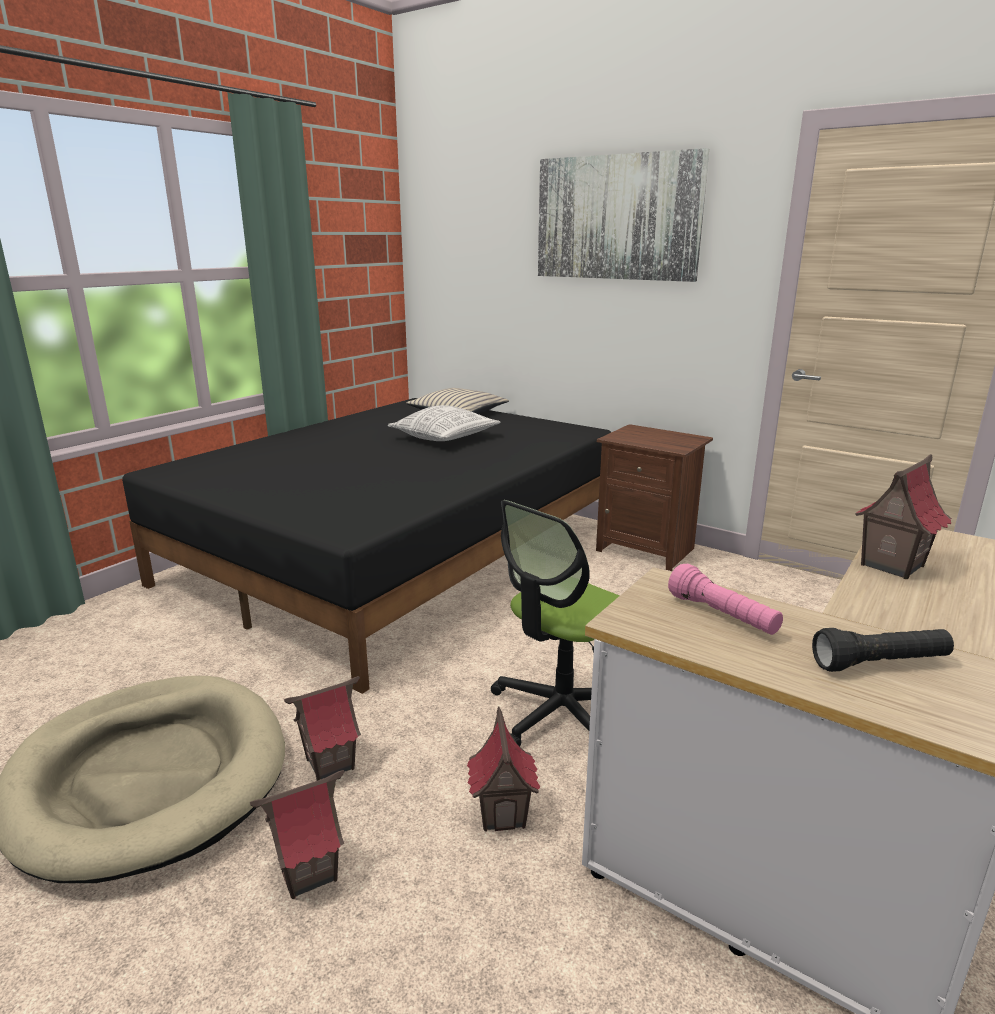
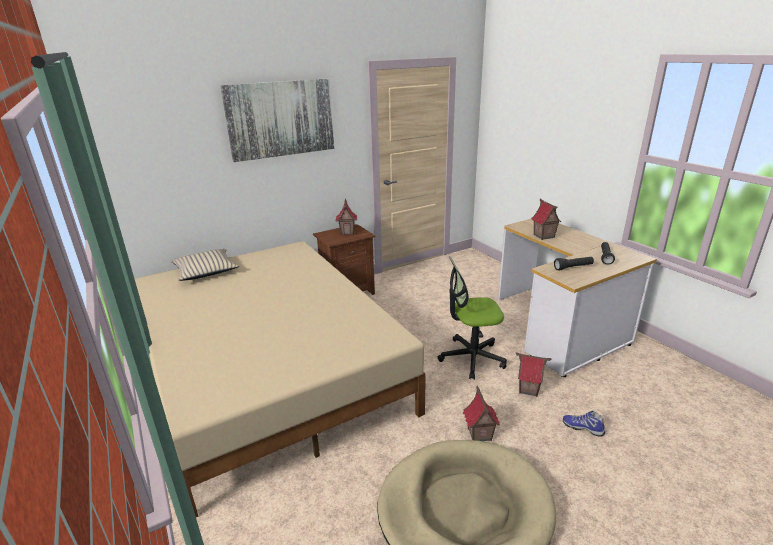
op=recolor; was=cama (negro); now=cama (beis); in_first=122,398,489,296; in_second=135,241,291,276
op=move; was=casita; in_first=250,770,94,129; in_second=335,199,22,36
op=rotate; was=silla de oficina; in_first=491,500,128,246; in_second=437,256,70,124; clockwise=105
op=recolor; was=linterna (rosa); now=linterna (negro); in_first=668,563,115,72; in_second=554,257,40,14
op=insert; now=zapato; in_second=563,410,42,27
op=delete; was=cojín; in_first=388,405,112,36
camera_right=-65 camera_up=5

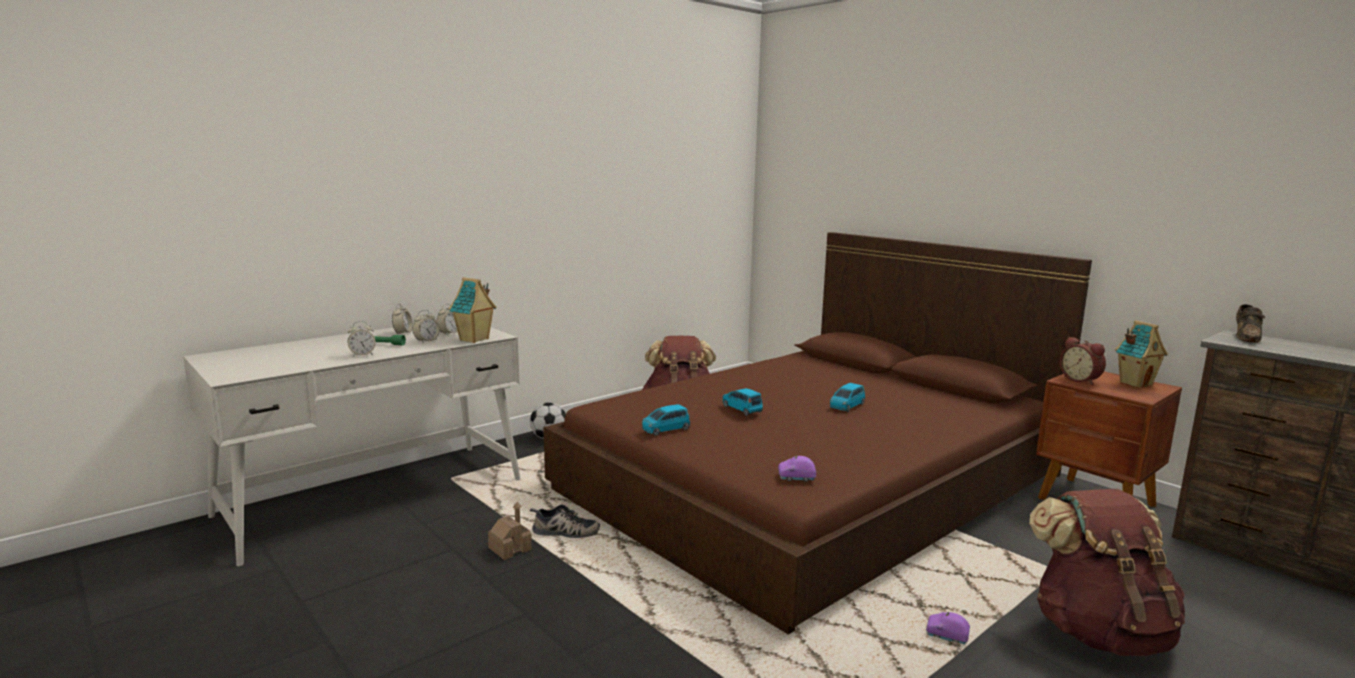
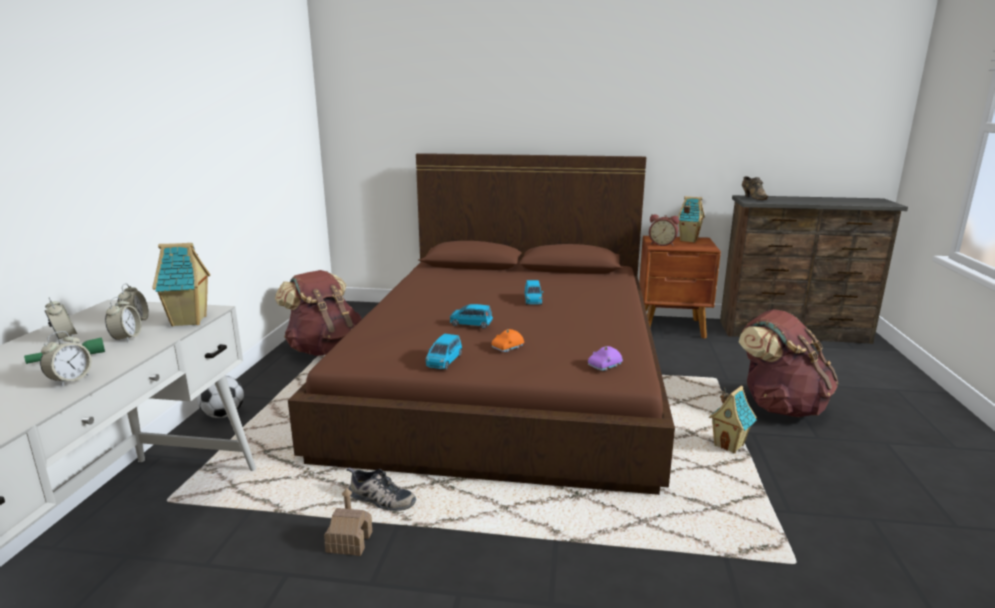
op=rotate; was=zapato; in_first=530,504,70,34; in_second=347,467,69,44; clockwise=60
op=insert; now=coche de juguete (naranja); in_second=492,329,32,23
op=replace; was=coche de juguete (morado); now=casita; in_first=926,612,44,32; in_second=709,386,48,67
camera_right=-40 camera_up=5

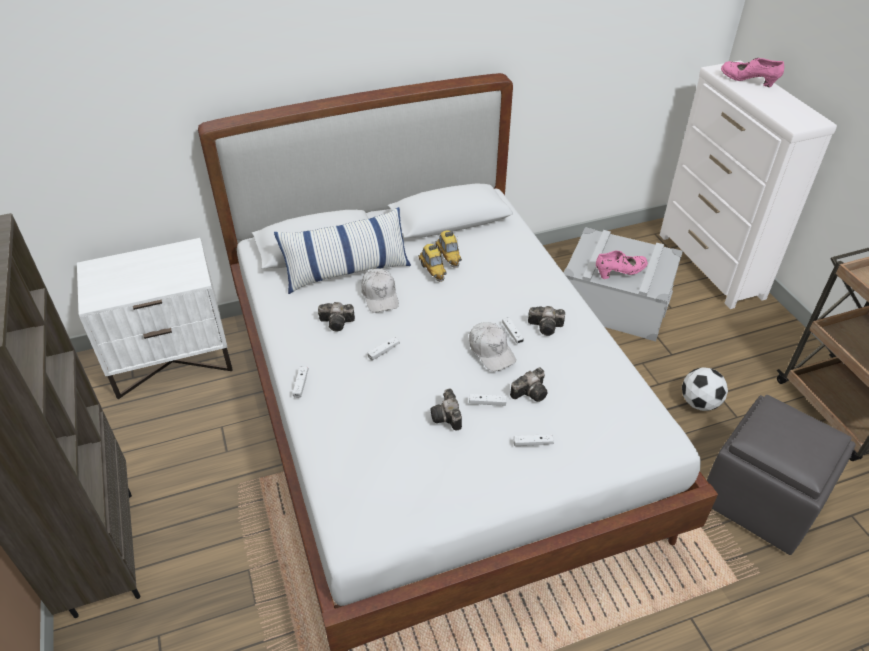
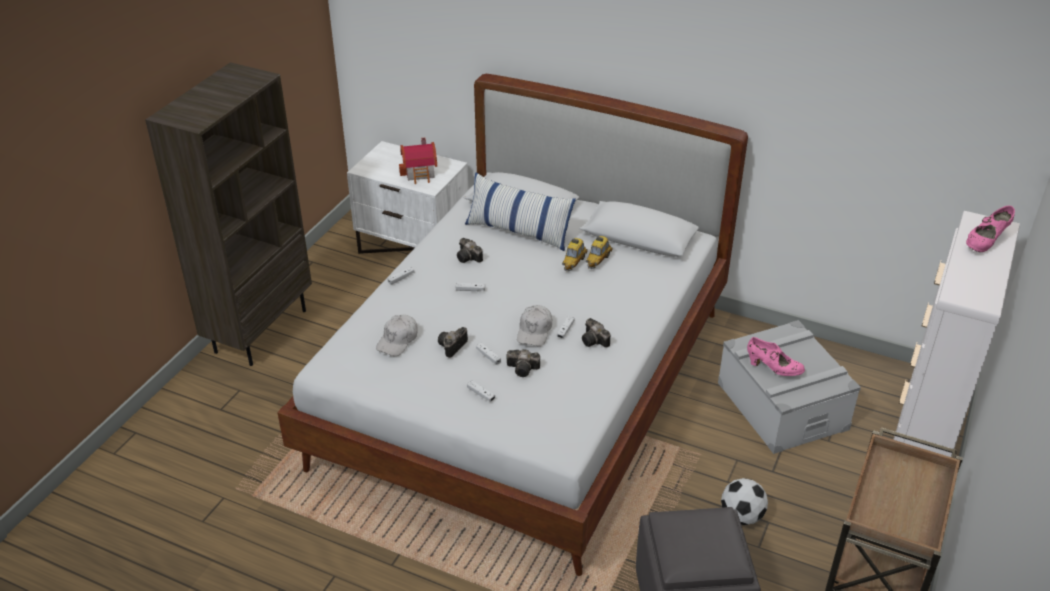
op=move; was=gorra (blanco); in_first=361,269,38,44; in_second=376,315,42,41
op=insert; now=casita; in_second=399,138,38,46
op=rotate; was=zapato (rosa); in_first=721,58,63,29; in_second=966,206,49,46; clockwise=-120
camera_right=45 camera_up=-5

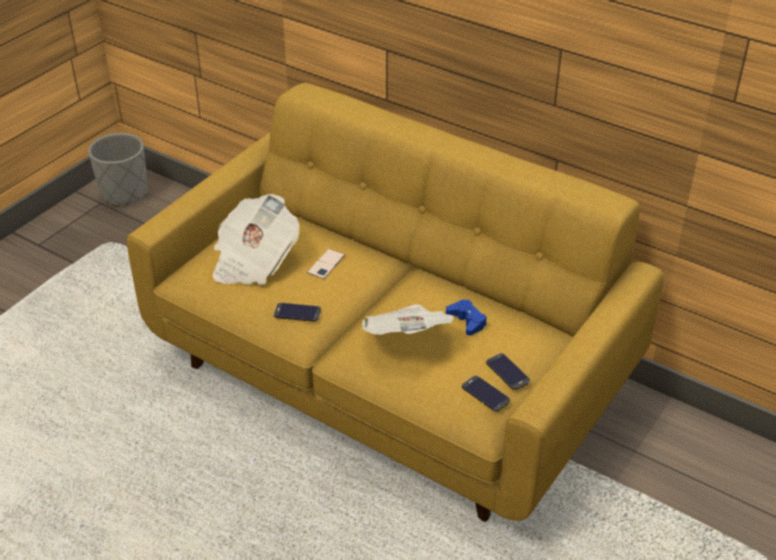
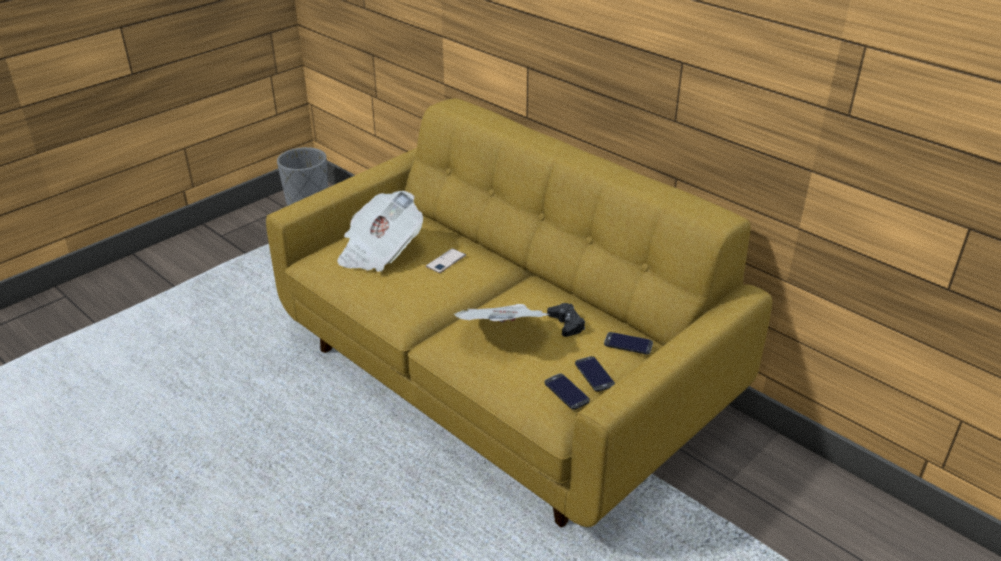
op=recolor; was=mando de consola (azul); now=mando de consola (negro); in_first=446,300,41,36; in_second=547,303,38,34
op=move; was=móvil; in_first=274,303,47,19; in_second=604,332,49,23
camera_right=10 camera_up=-5

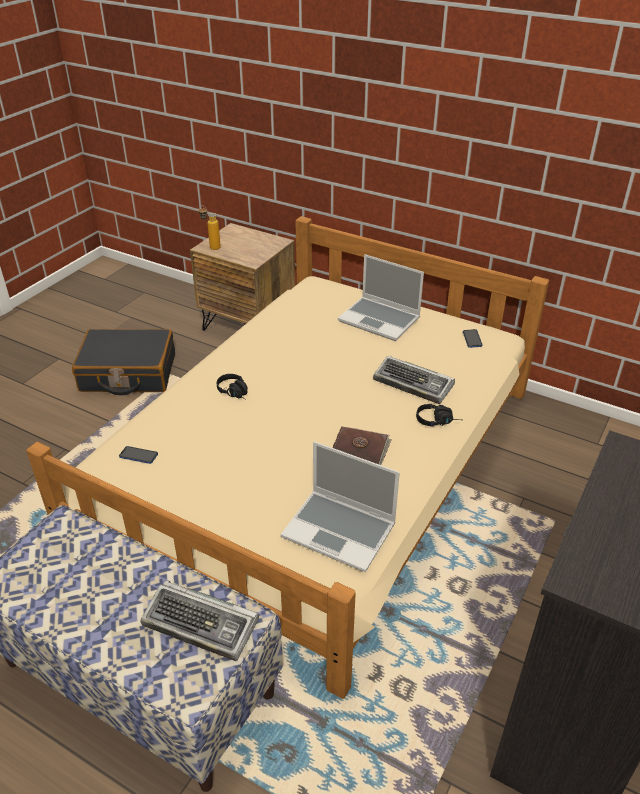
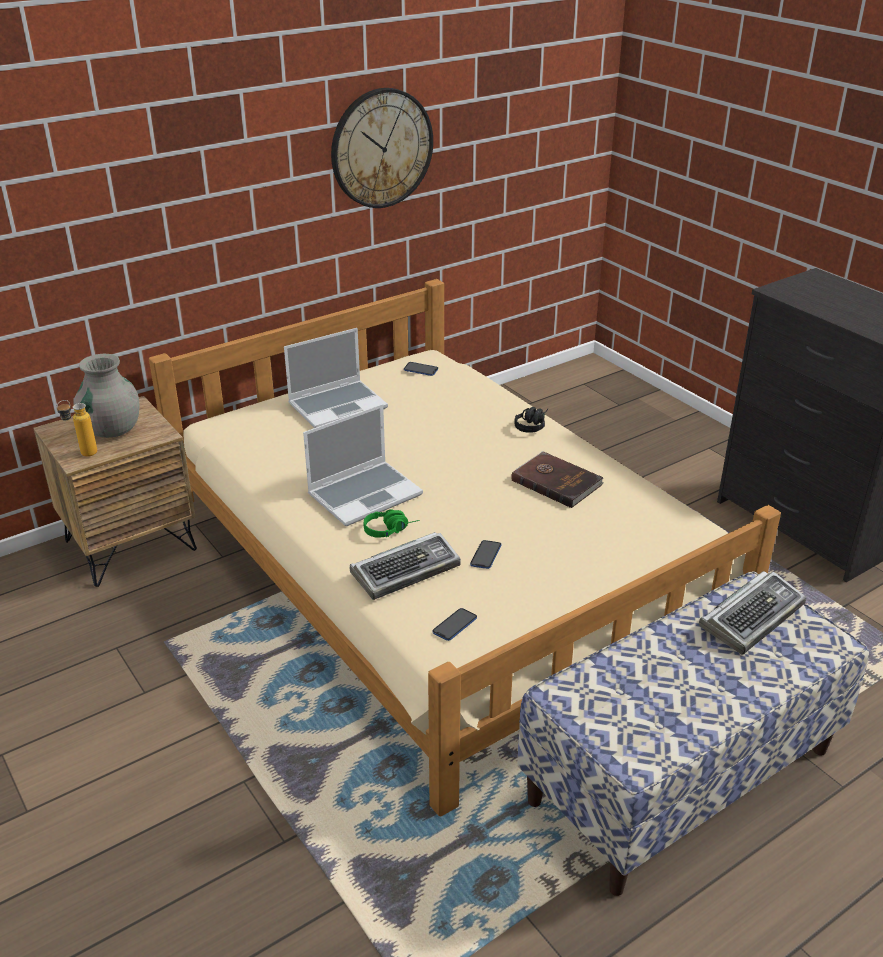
op=insert; now=florero (gris); in_second=73,354,66,84
op=move; was=portátil; in_first=281,441,119,131; in_second=303,404,120,122
op=insert; now=reloj de pared; in_second=331,88,102,120
op=move; was=teclado; in_first=373,356,82,48; in_second=350,532,111,68
op=recolor; was=auriculares (negro); now=auriculares (verde); in_first=217,374,31,26; in_second=363,509,57,29
op=insert; now=móvil; in_second=470,540,31,29
op=delete; was=maleta (negro); in_first=72,329,103,66
camera_right=-65 camera_up=-5

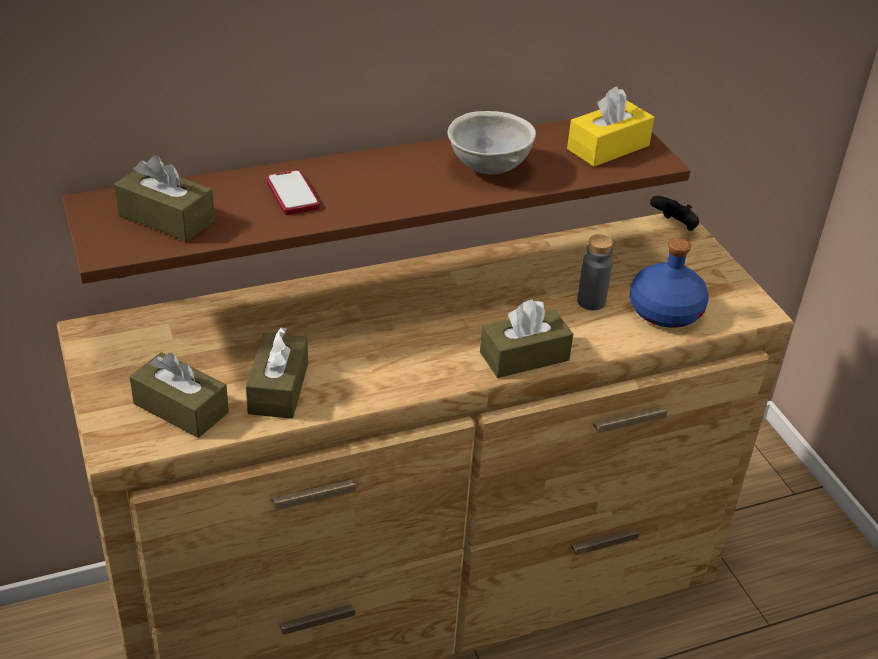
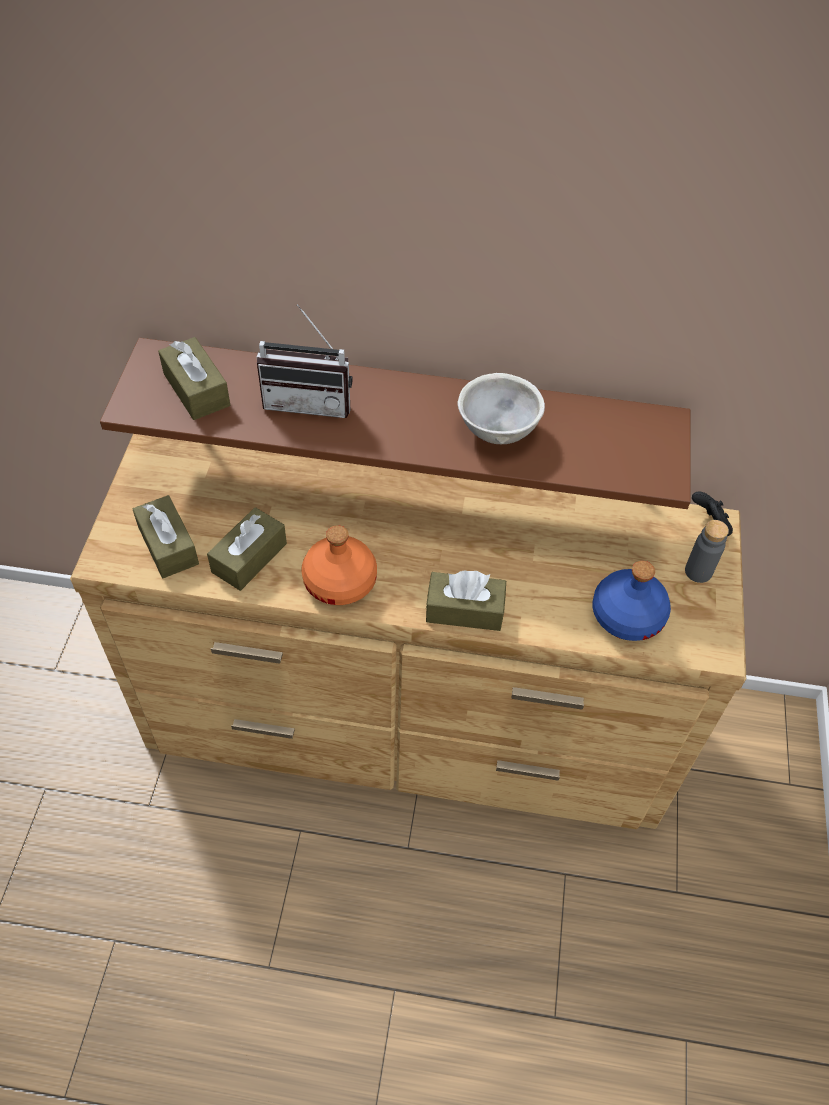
op=replace; was=móvil; now=radio; in_first=266,170,54,45; in_second=257,304,95,114
op=insert; now=botella (naranja); in_second=301,525,76,80
op=move; was=botella (gris); in_first=577,234,36,76; in_second=685,520,44,63
op=delete; was=caja de pañuelos (amarillo); in_first=567,87,87,80
camera_right=30 camera_up=15

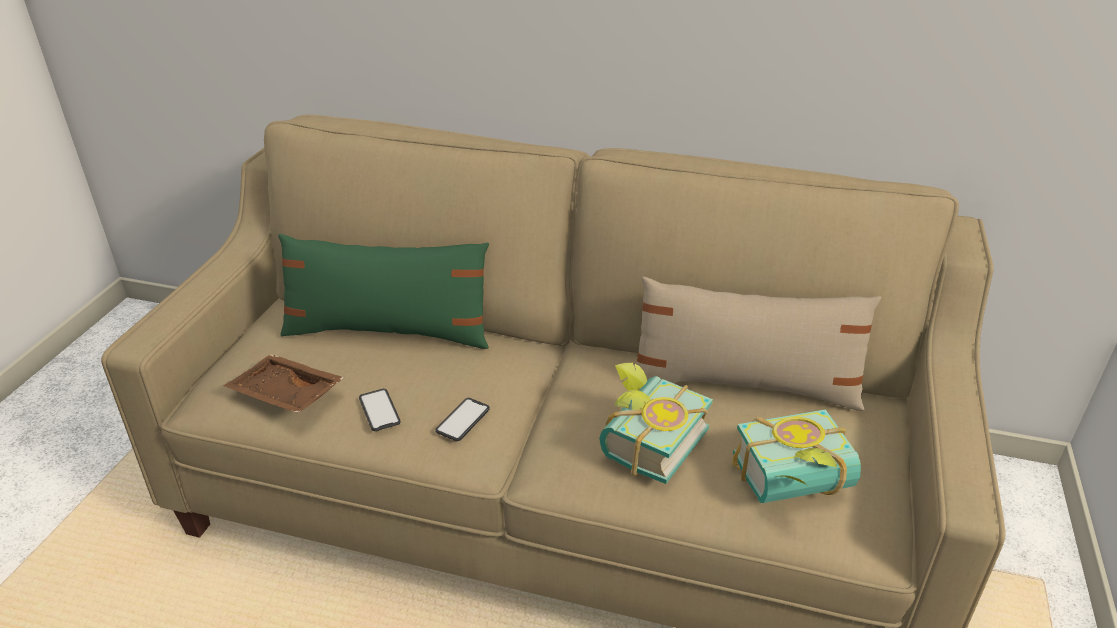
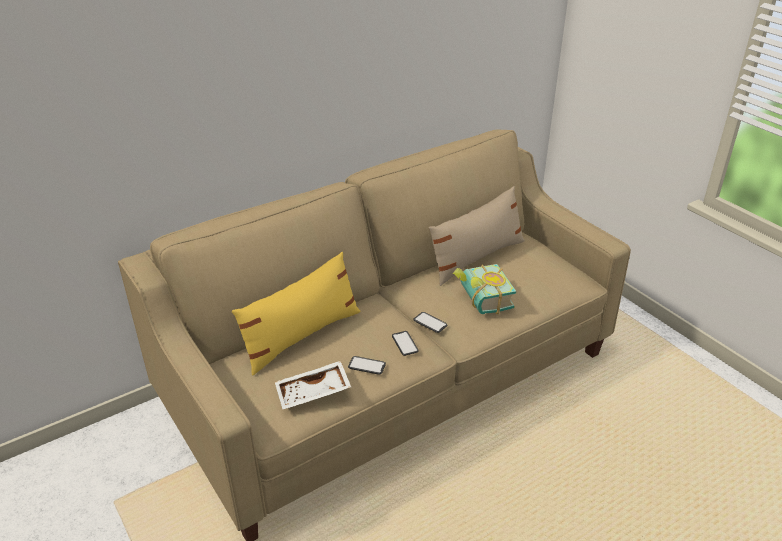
op=recolor; was=cojín (verde); now=cojín (amarillo); in_first=278,234,211,115; in_second=232,252,129,124
op=recolor; was=bandeja (marrón); now=bandeja (blanco); in_first=223,354,122,59; in_second=275,361,76,48
op=insert; now=móvil; in_second=413,312,35,21
op=delete; was=libro; in_first=732,409,129,94
camera_right=-50 camera_up=0

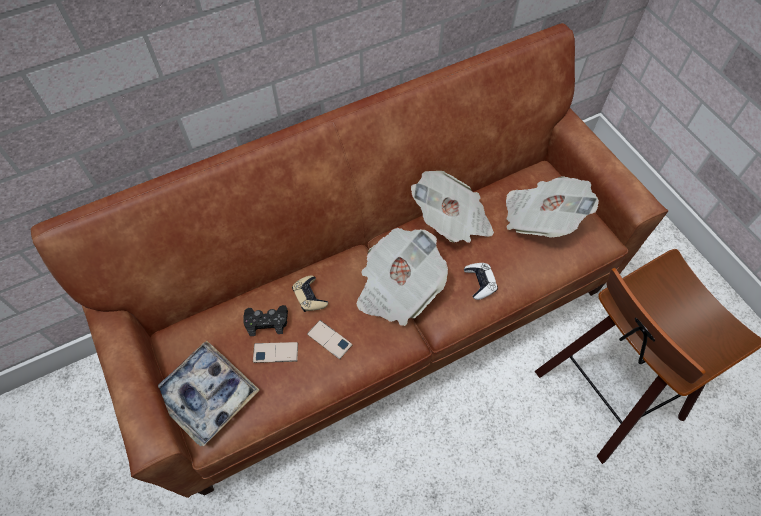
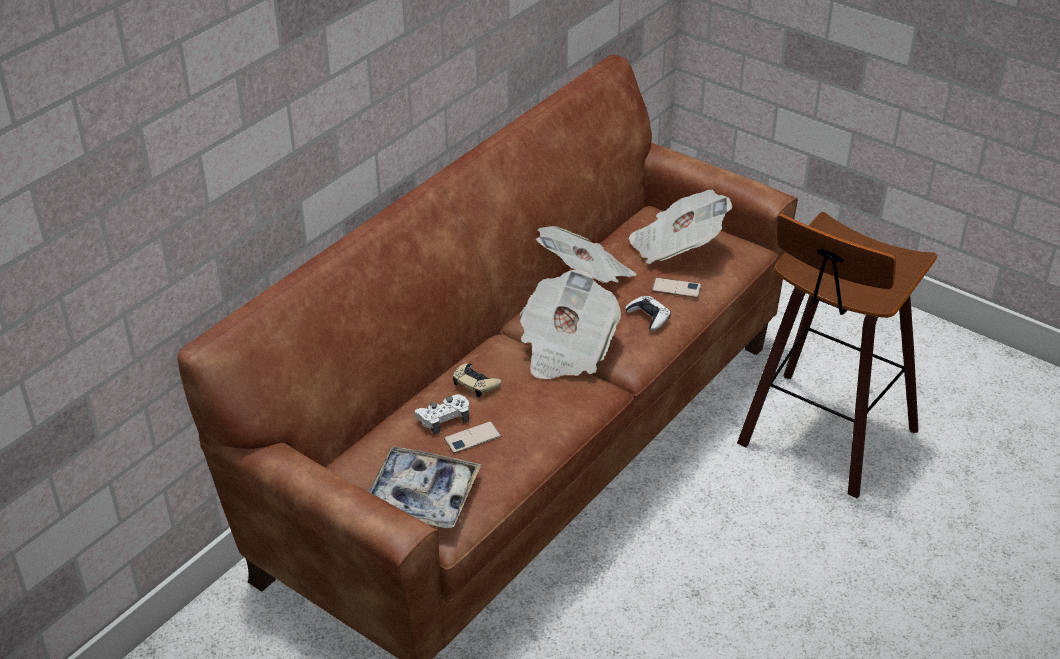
op=recolor; was=mando de consola (negro); now=mando de consola (blanco); in_first=243,305,45,31; in_second=415,394,54,40
op=move; was=móvil; in_first=307,320,46,39; in_second=652,278,49,20
camera_right=-25 camera_up=-20

